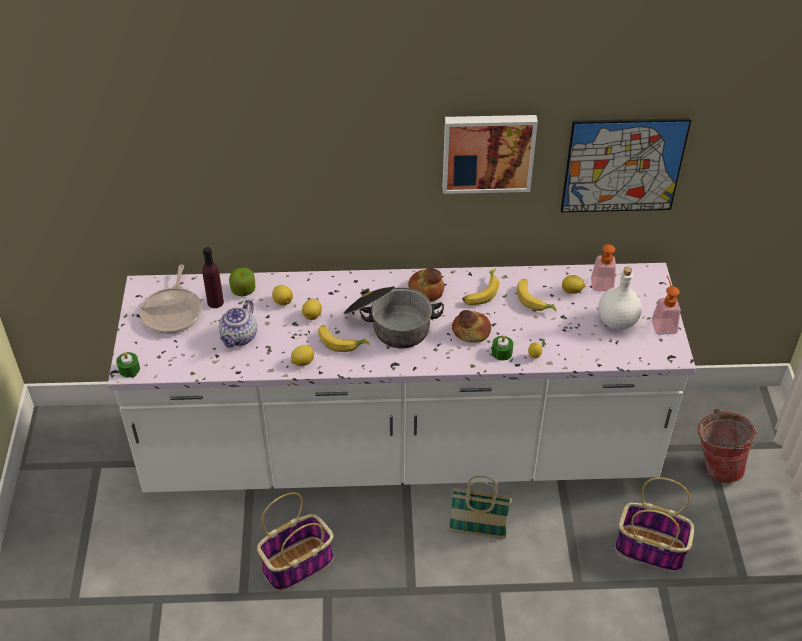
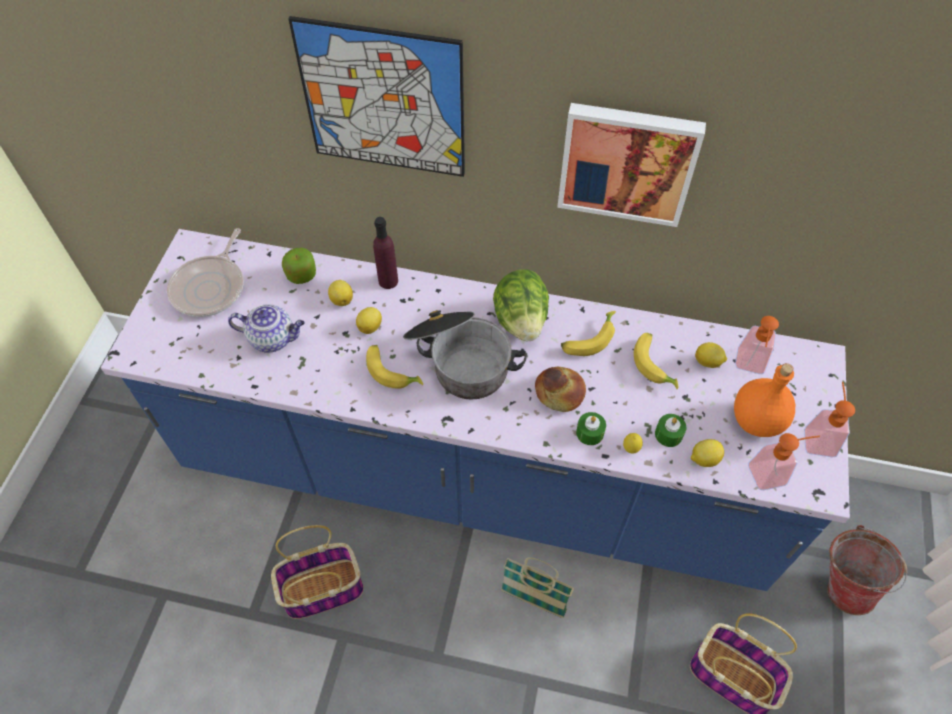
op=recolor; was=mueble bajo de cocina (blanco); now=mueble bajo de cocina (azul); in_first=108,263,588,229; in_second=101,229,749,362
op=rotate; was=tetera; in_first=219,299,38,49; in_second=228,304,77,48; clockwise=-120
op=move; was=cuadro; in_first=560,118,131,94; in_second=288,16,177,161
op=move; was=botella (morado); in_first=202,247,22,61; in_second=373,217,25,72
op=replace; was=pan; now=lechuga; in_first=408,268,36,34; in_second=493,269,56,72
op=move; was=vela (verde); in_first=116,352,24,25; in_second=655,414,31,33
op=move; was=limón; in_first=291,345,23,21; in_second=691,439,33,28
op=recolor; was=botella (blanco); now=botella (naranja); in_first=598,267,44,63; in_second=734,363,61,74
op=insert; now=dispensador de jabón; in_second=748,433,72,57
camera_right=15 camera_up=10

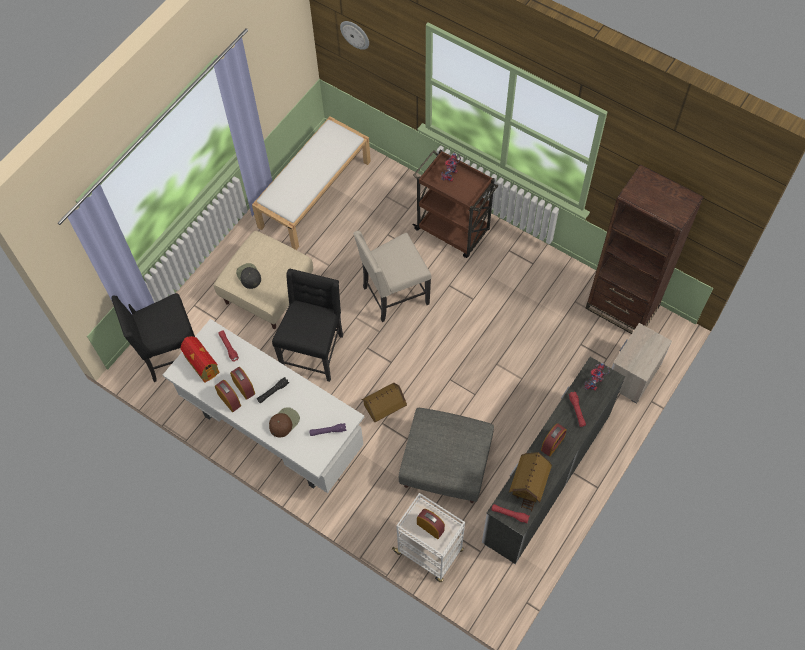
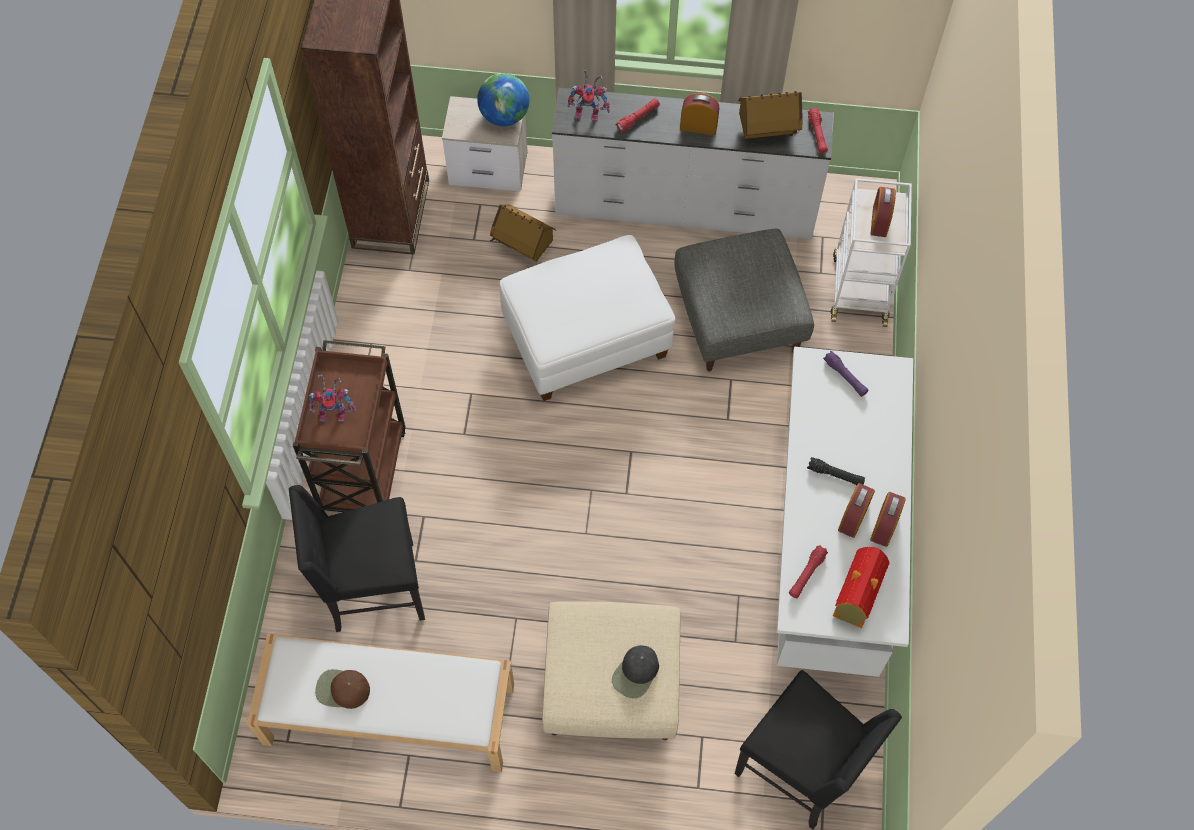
op=move; was=silla (negro); in_first=272,269,71,113; in_second=289,485,136,147
op=move; was=gorra (marrón); in_first=269,407,31,30; in_second=315,669,55,40
op=insert; now=globo terráqueo; in_second=477,73,52,53
op=move; was=casita; in_first=362,383,45,39; in_second=490,204,66,57
op=insert; now=puf (blanco); in_second=499,235,176,166
op=delete; was=reloj de pared; in_first=340,21,29,29
op=delete; was=silla (beis); in_first=353,231,79,91
camera_right=-120 camera_up=0

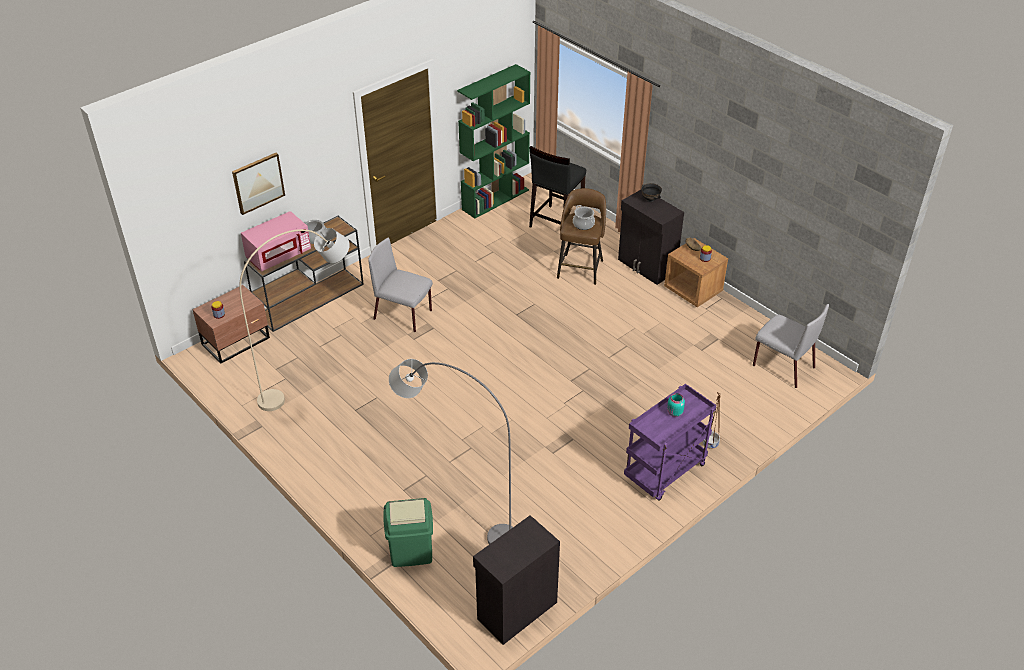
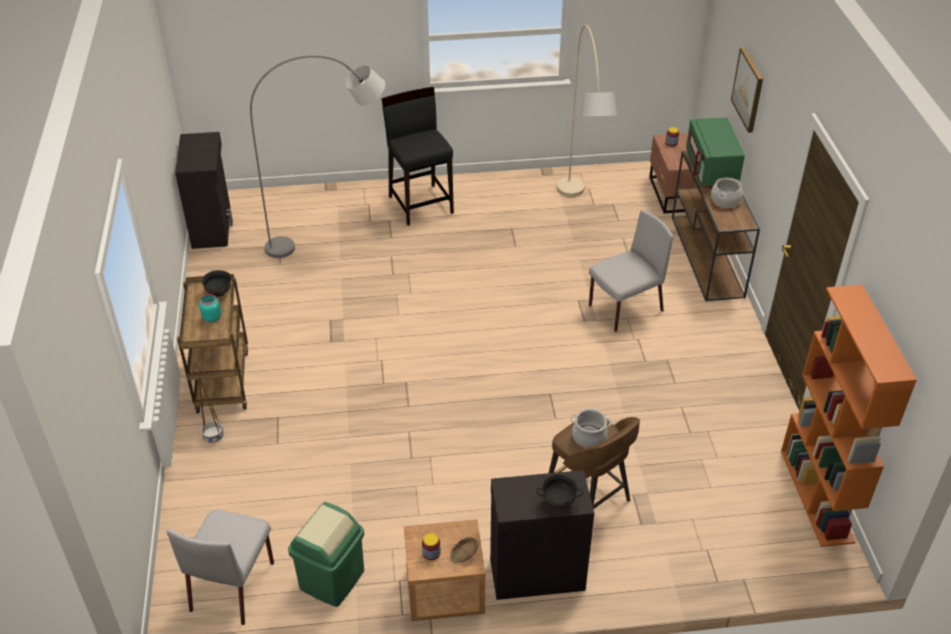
op=rotate; was=silla (gris); in_first=753,304,76,84; in_second=166,510,108,115; clockwise=-60
op=recolor; was=carrito (morado); now=carrito (marrón); in_first=624,384,92,117; in_second=177,274,71,139
op=insert; now=cuenco (negro); in_second=202,270,29,27
op=move; was=papelera (verde); in_first=384,498,49,69; in_second=288,502,76,105
op=move; was=taburete (negro); in_first=529,146,57,82; in_second=381,87,73,139
op=recolor; was=microondas (rosa); now=microondas (verde); in_first=241,211,70,60; in_second=686,117,59,71
op=recolor; was=estantería (verde); now=estantería (naranja); in_first=457,64,73,155; in_second=781,284,136,263
camera_right=125 camera_up=0

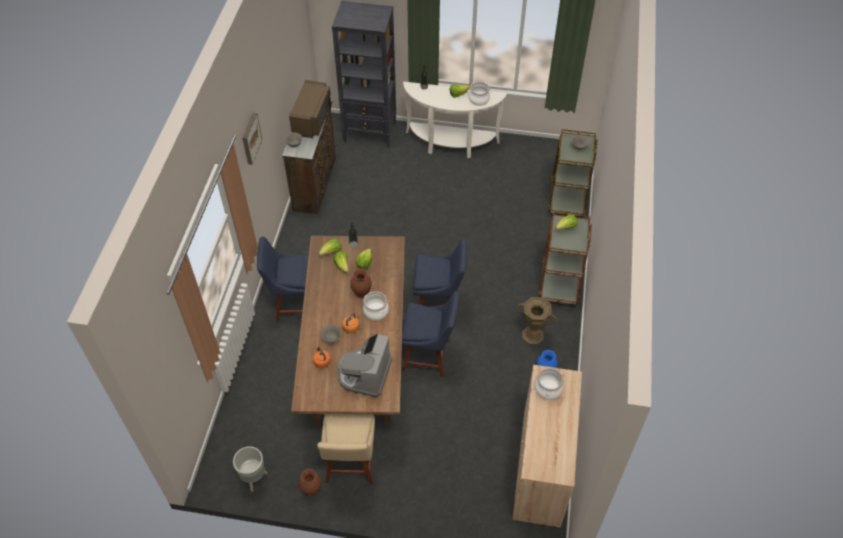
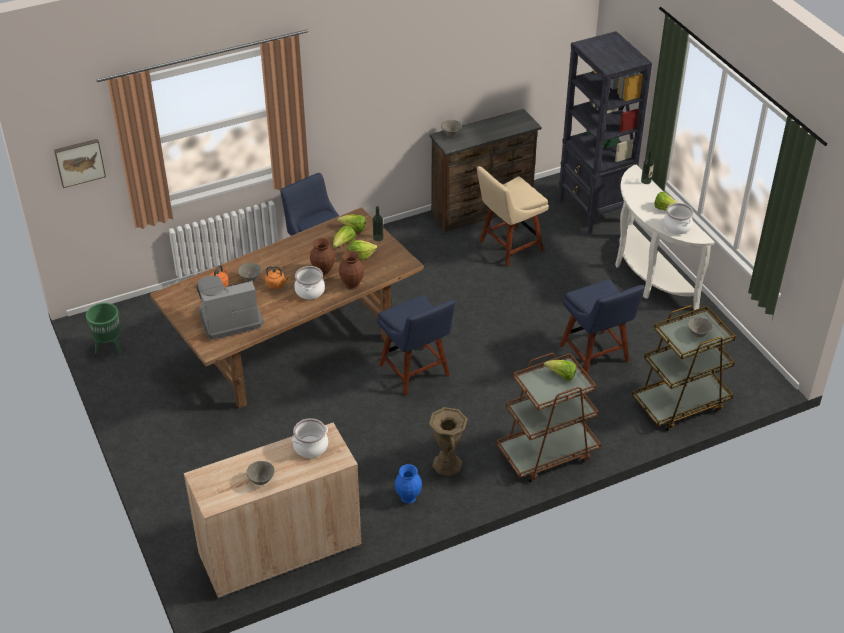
op=move; was=cuadro; in_first=242,113,20,52; in_second=54,139,52,49
op=recolor; was=maceta (gris); now=maceta (verde); in_first=233,446,35,46; in_second=86,303,36,51
op=insert; now=cuenco (gris); in_second=246,461,29,24
op=move; was=florero (marrón); in_first=299,469,22,27; in_second=339,251,25,39
op=move; was=silla (beis); in_first=317,414,58,70; in_second=477,166,72,101
op=move; was=silla (azul); in_first=402,291,58,86; in_second=559,279,86,97
op=delete; was=microondas (marrón); in_first=289,80,43,58
camera_right=55 camera_up=-10

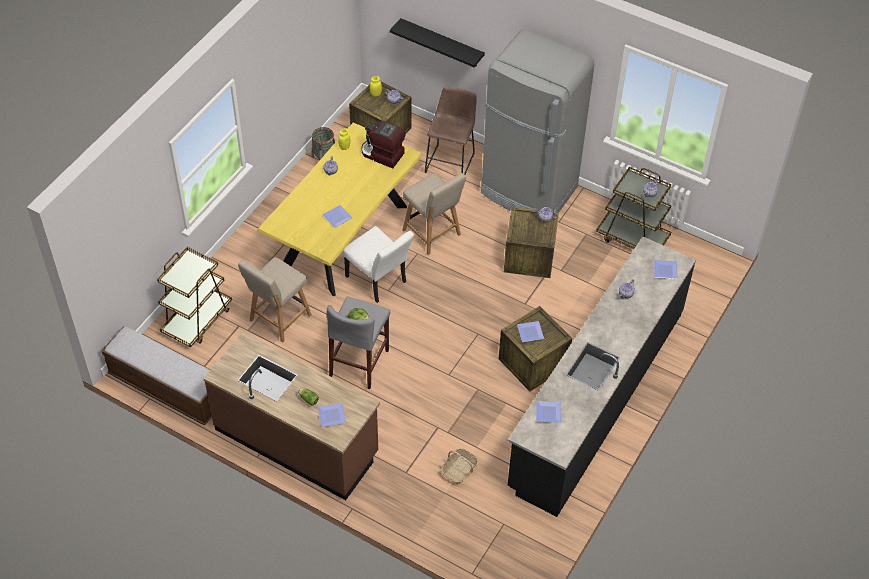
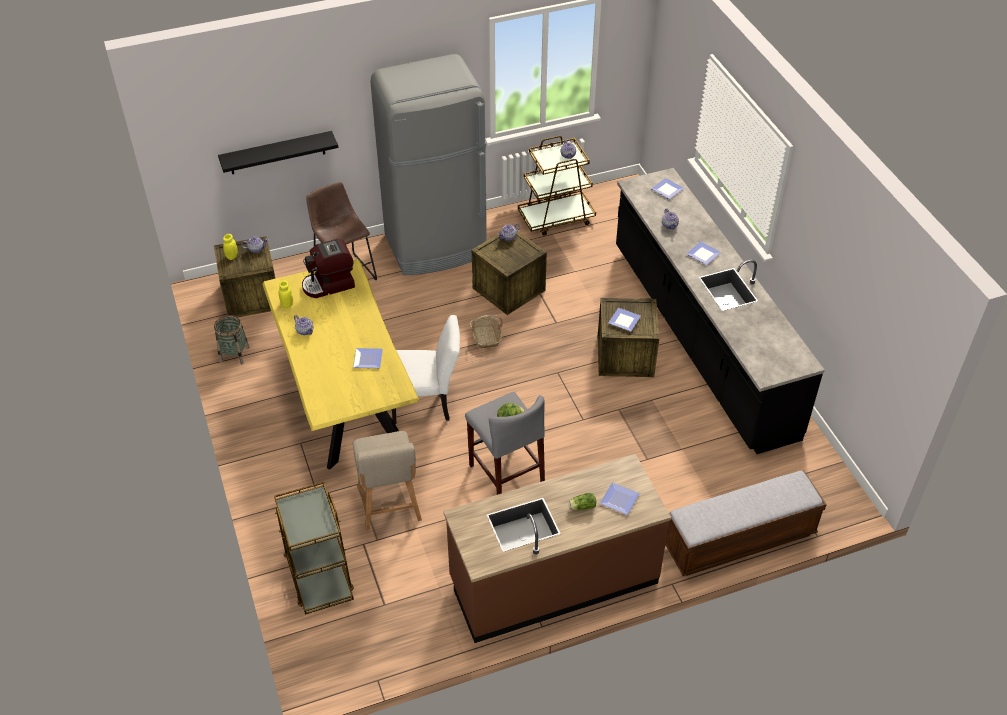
op=move; was=cesta; in_first=441,448,38,36; in_second=470,315,33,33
op=move; was=banco; in_first=101,326,111,99; in_second=665,471,162,105
op=move; was=plato; in_first=536,401,25,22; in_second=686,241,35,24
op=delete; was=silla (beis); in_first=402,173,64,82
camera_right=-50 camera_up=-5

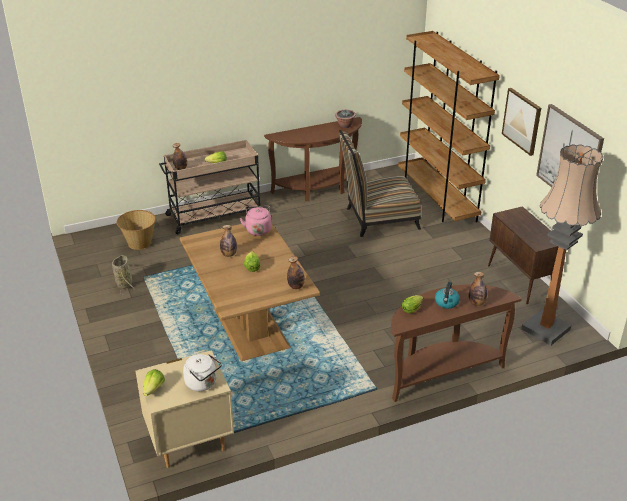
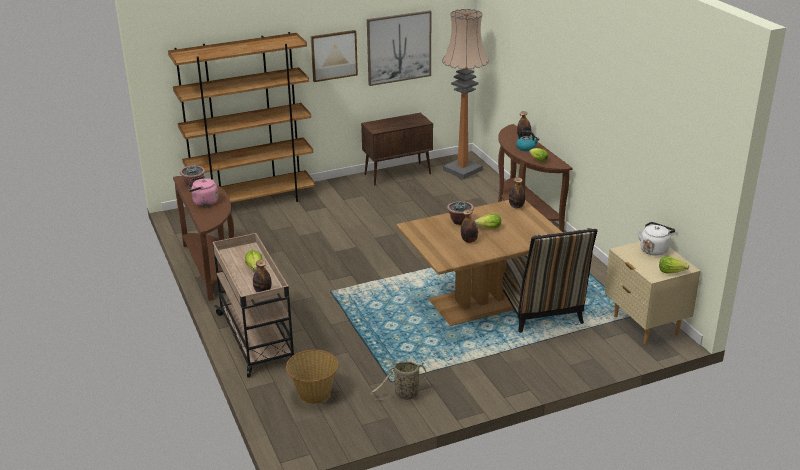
op=move; was=hervidor (rosa); in_first=240,206,32,30; in_second=188,176,31,31
op=insert; now=planta en maceta; in_second=447,201,27,24
op=move; was=silla; in_first=339,130,82,107; in_second=503,228,95,105
camera_right=-90 camera_up=-5

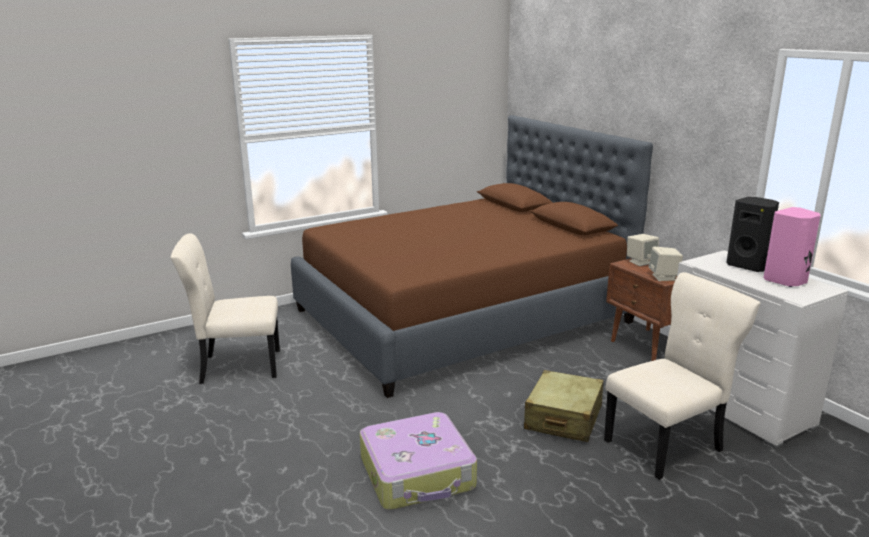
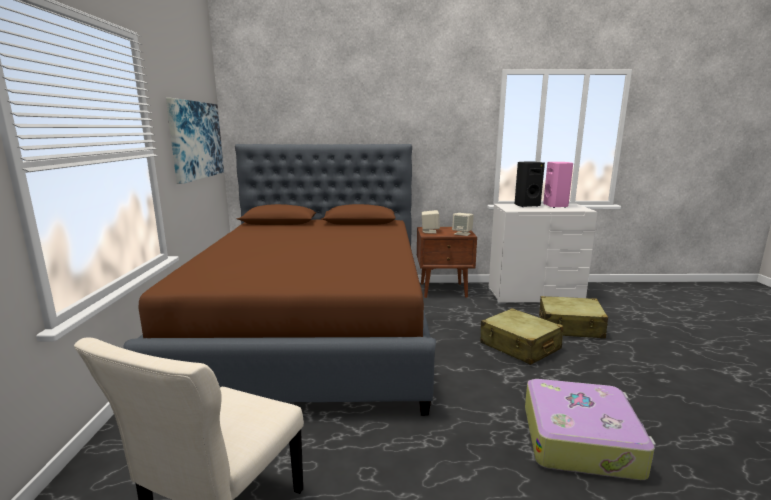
op=insert; now=cuadro; in_second=166,98,58,86
op=replace; was=silla (beis); now=maleta (beis); in_first=604,272,156,208; in_second=539,296,69,43
camera_right=-60 camera_up=-5

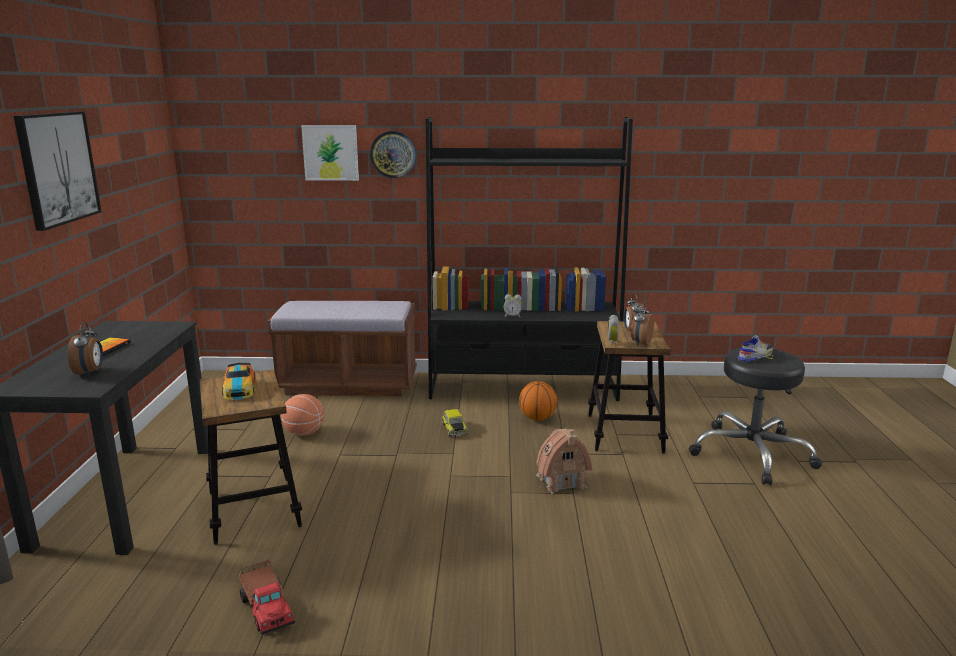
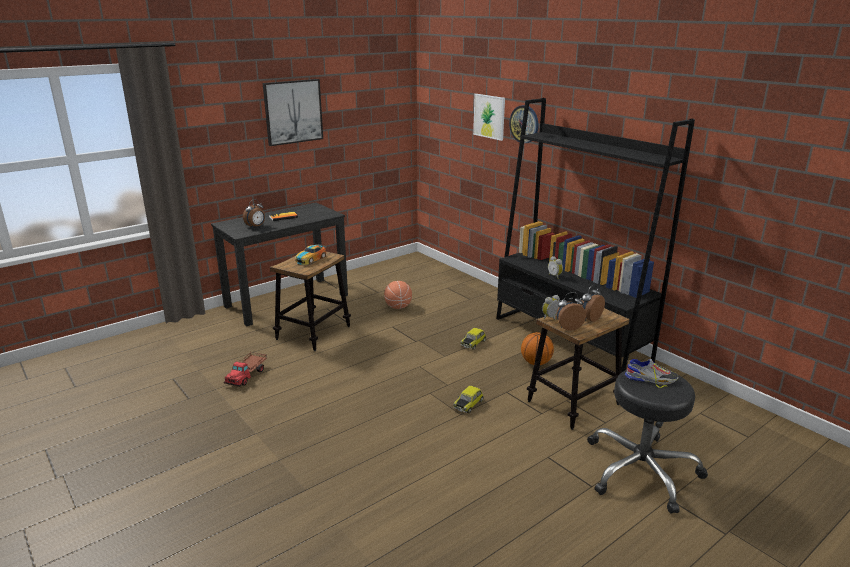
op=replace; was=casita; now=coche de juguete; in_first=536,429,57,65; in_second=453,386,31,27
op=delete; was=banco (marrón); in_first=267,301,150,95
camera_right=50 camera_up=5

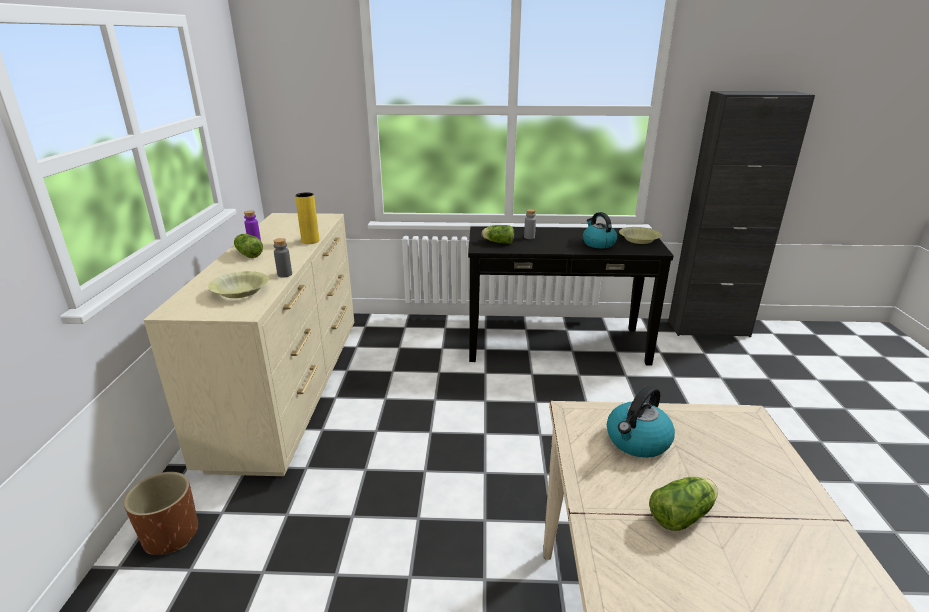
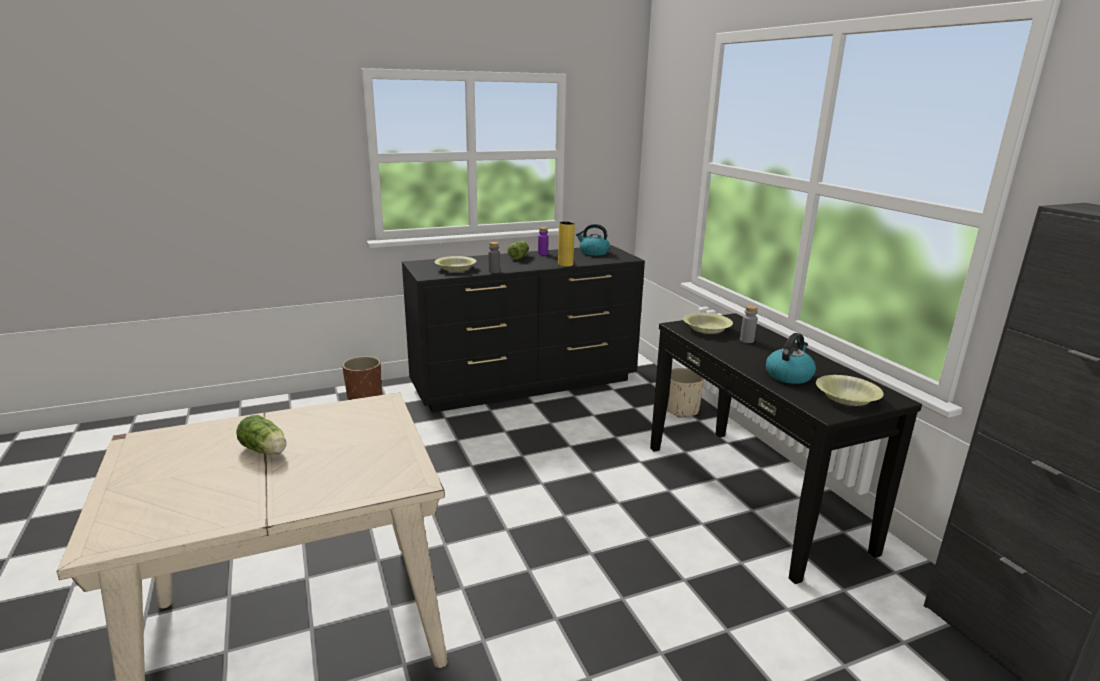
op=recolor; was=cómoda (beis); now=cómoda (negro); in_first=144,213,210,263; in_second=402,245,243,168
op=move; was=hervidor; in_first=607,385,68,73; in_second=576,224,34,32
op=insert; now=maceta (beis); in_second=667,368,37,50
op=replace; was=lechuga; now=cuenco (amarillo); in_first=482,225,32,19; in_second=683,313,50,21
camera_right=65 camera_up=-5

